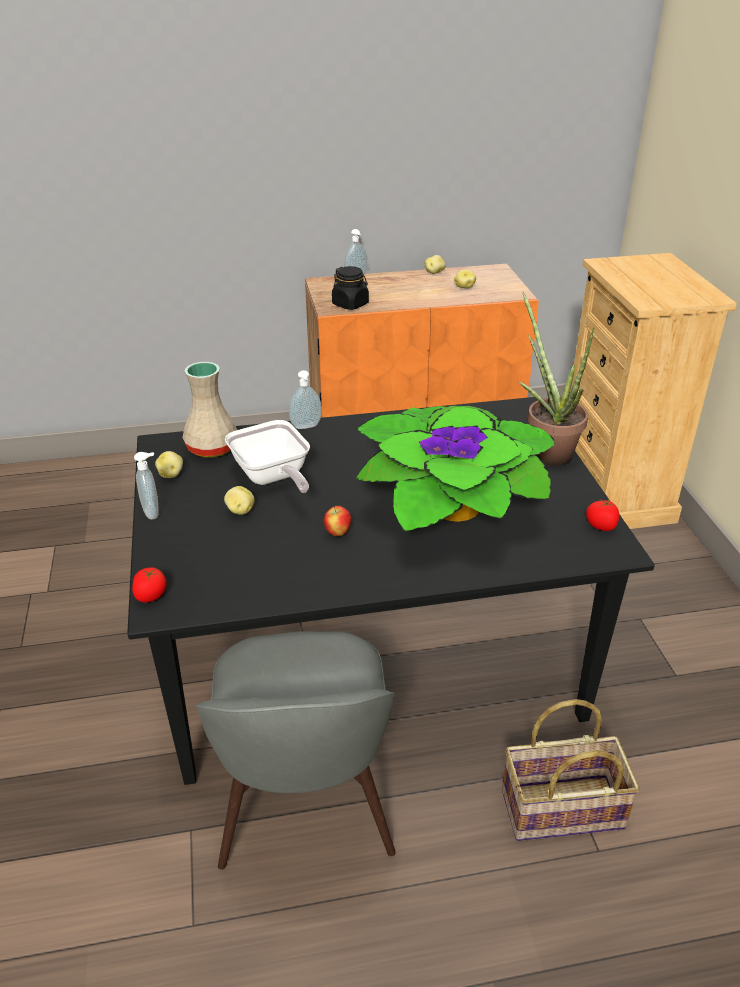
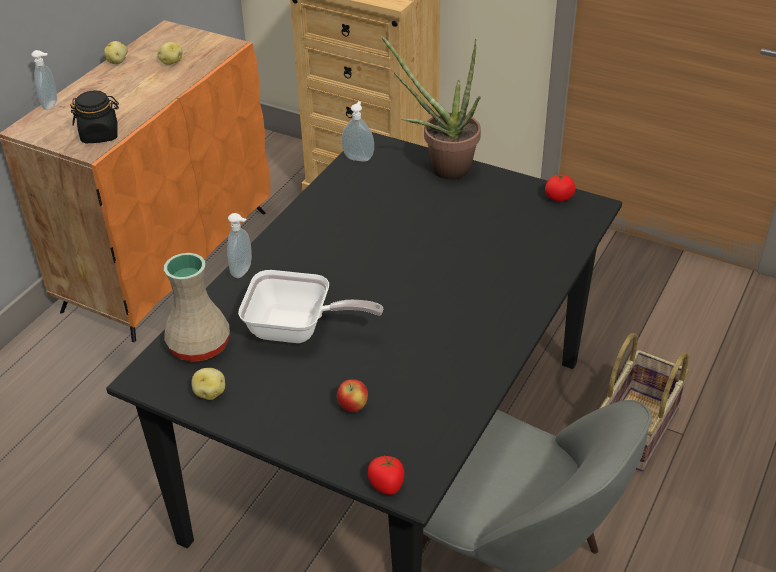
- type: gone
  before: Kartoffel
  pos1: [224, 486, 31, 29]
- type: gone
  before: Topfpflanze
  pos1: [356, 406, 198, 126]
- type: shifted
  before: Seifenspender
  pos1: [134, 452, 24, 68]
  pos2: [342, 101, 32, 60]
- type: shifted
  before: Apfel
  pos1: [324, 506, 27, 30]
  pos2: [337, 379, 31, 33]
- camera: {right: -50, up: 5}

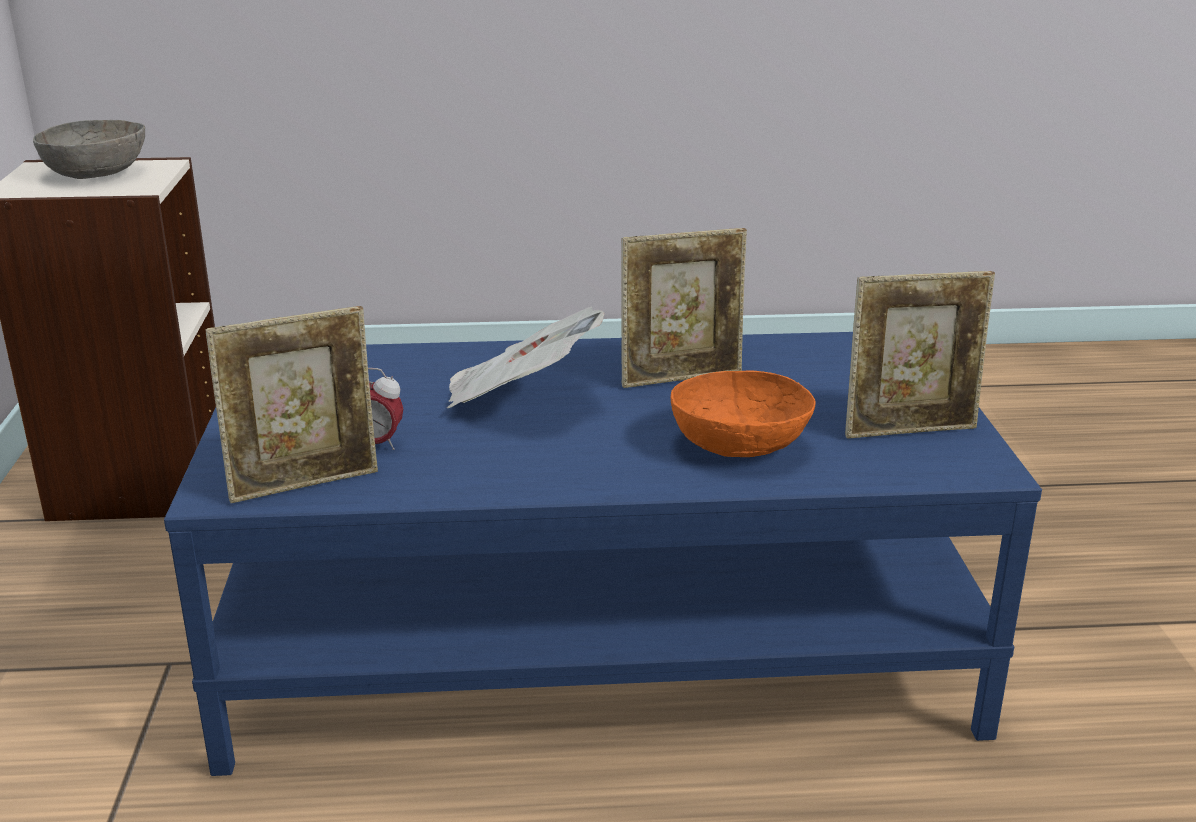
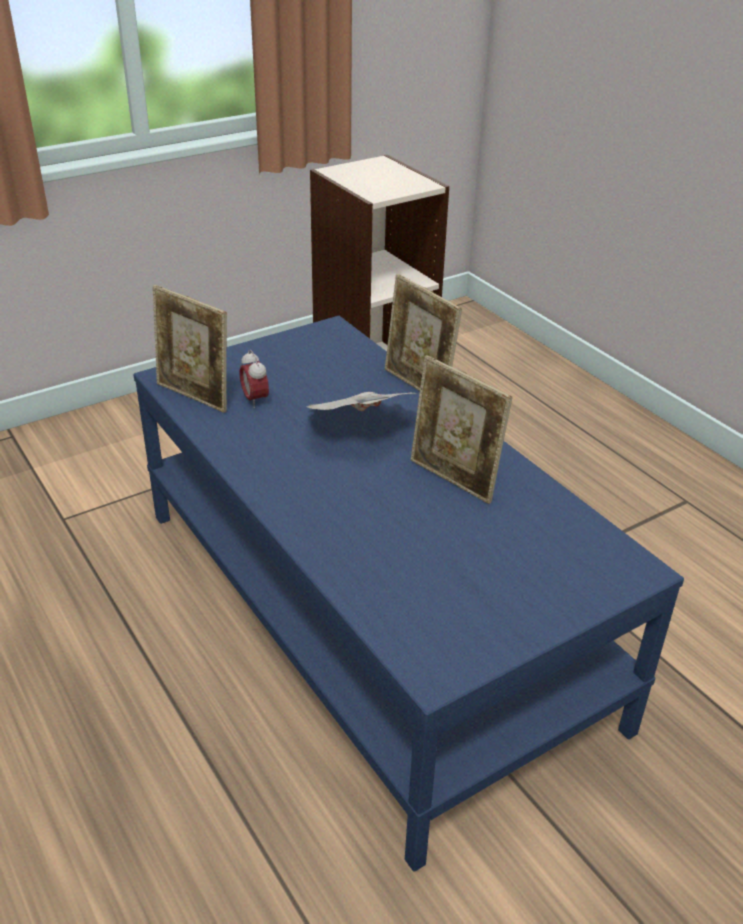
- type: gone
  before: Schüssel [grau]
  pos1: [33, 120, 112, 59]
- type: gone
  before: Schüssel [orange]
  pos1: [671, 370, 144, 87]
- type: shifted
  before: Bilderrahmen
  pos1: [845, 271, 150, 168]
  pos2: [385, 274, 77, 117]
- camera: {right: 60, up: 10}

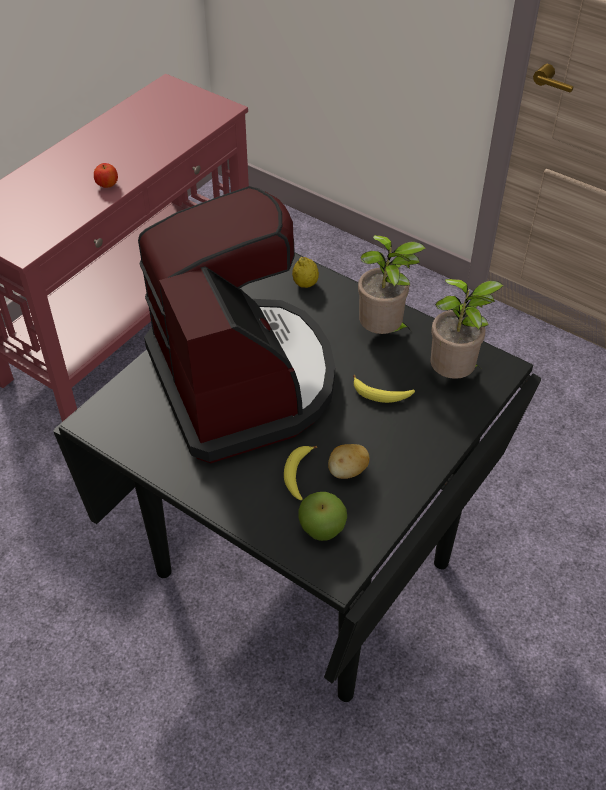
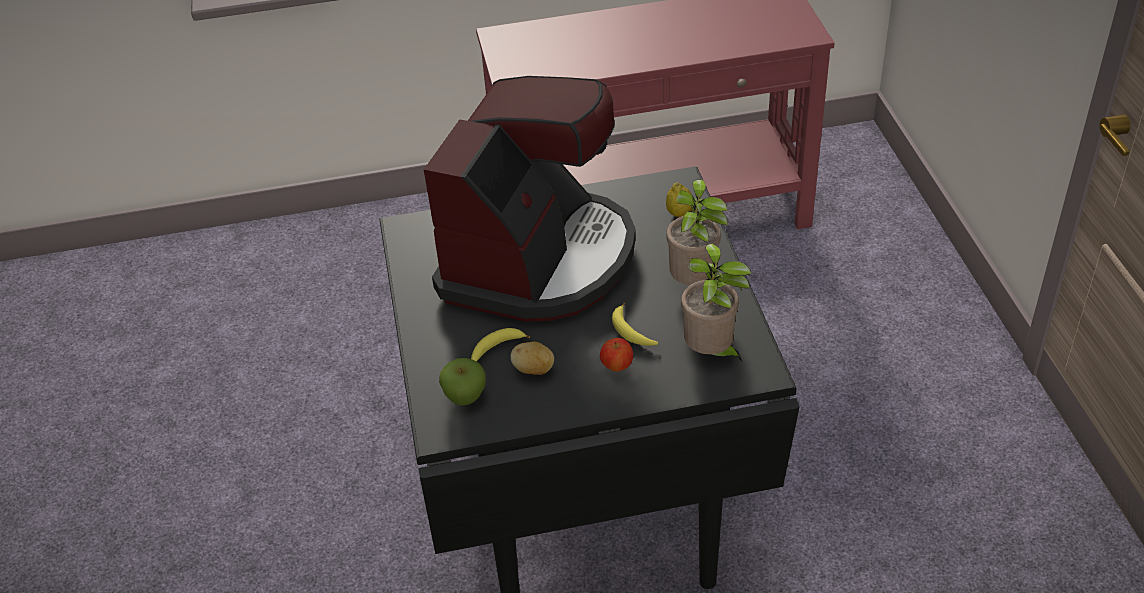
- type: shifted
  before: Apfel
  pos1: [94, 163, 24, 25]
  pos2: [600, 338, 33, 34]
- camera: {right: 45, up: -5}

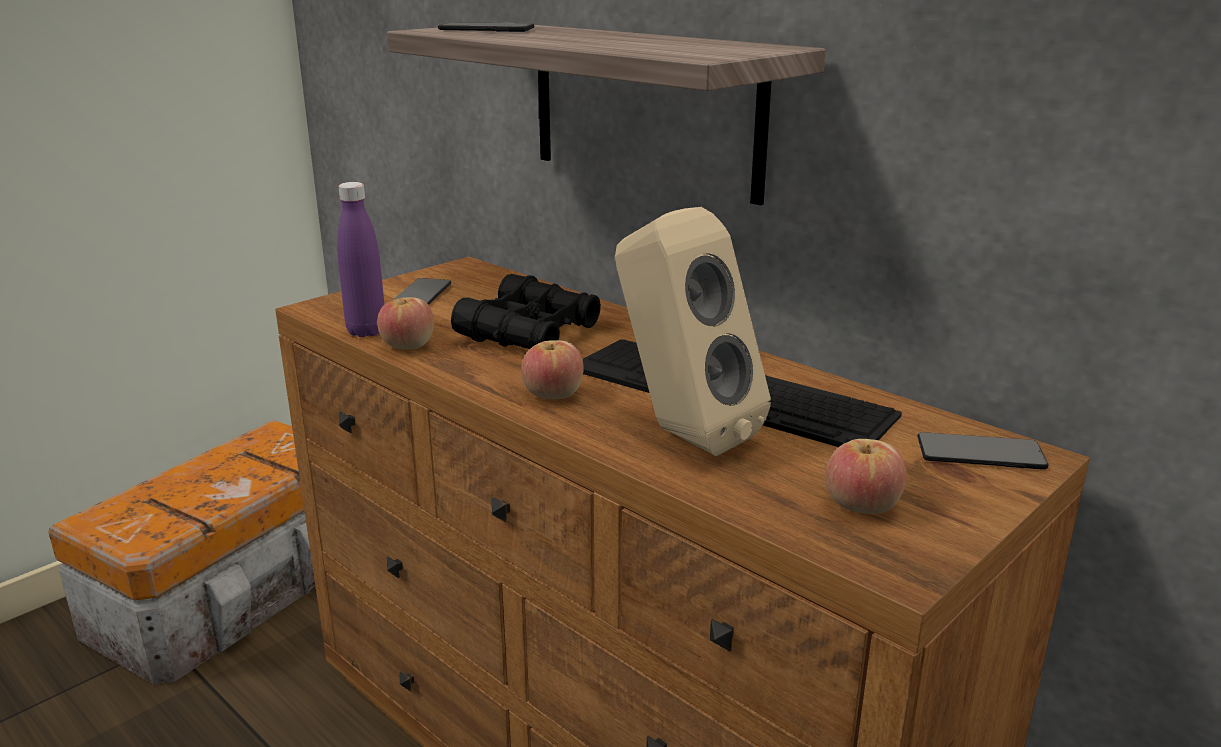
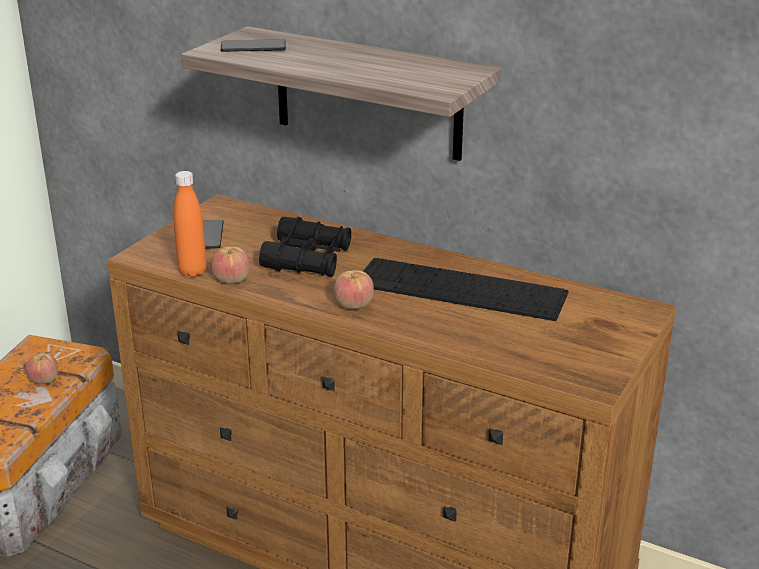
- type: gone
  before: Lautsprecher [beige]
  pos1: [615, 207, 156, 249]
- type: gone
  before: Handy
  pos1: [917, 432, 131, 38]
- type: shifted
  before: Apfel
  pos1: [825, 439, 81, 75]
  pos2: [25, 353, 33, 31]
- type: repainted
  before: Flasche [lila]
  after: Flasche [orange]
  pos1: [337, 182, 48, 155]
  pos2: [173, 171, 34, 106]
- camera: {right: -15, up: 5}

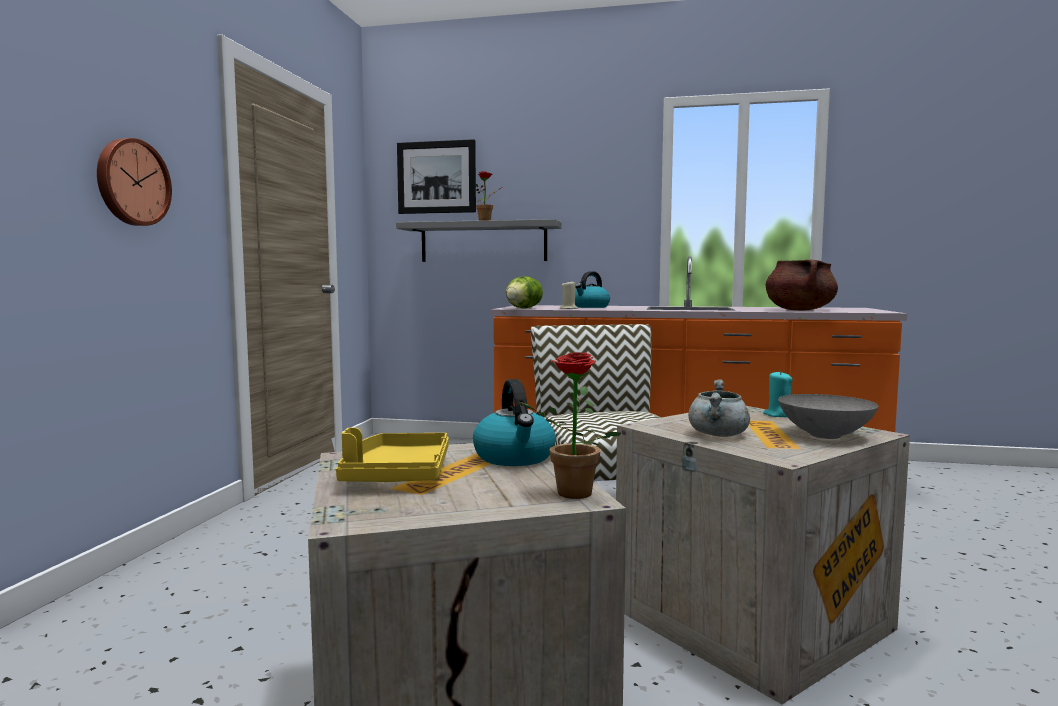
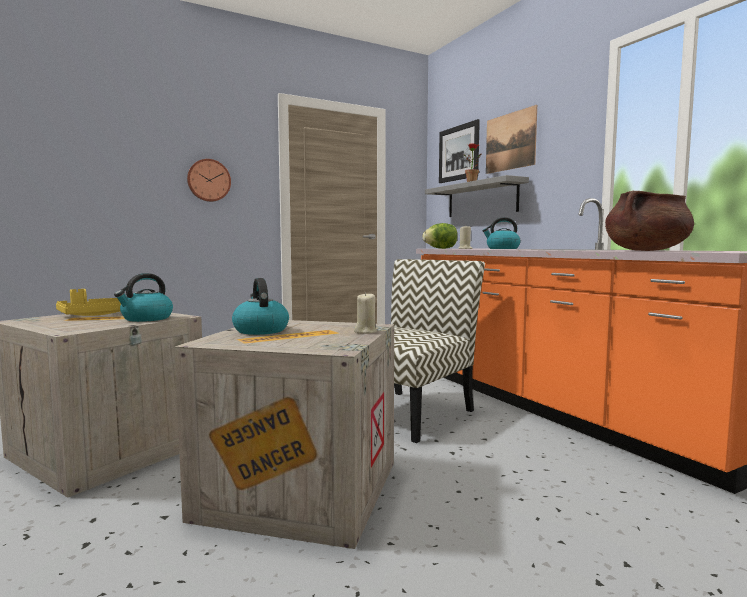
- type: gone
  before: Topfpflanze
  pos1: [518, 352, 103, 147]
- type: gone
  before: Schüssel [grau]
  pos1: [778, 394, 100, 45]
- type: new
  after: Bild
  pos2: [486, 105, 51, 69]
- type: swapped
  before: Kochtopf [grau]
  after: Wasserkessel
  pos1: [688, 379, 62, 58]
  pos2: [232, 278, 57, 57]
- type: repainted
  before: Kerze [türkis]
  after: Kerze [beige]
  pos1: [763, 371, 30, 46]
  pos2: [354, 292, 24, 42]
- camera: {right: 50, up: 0}

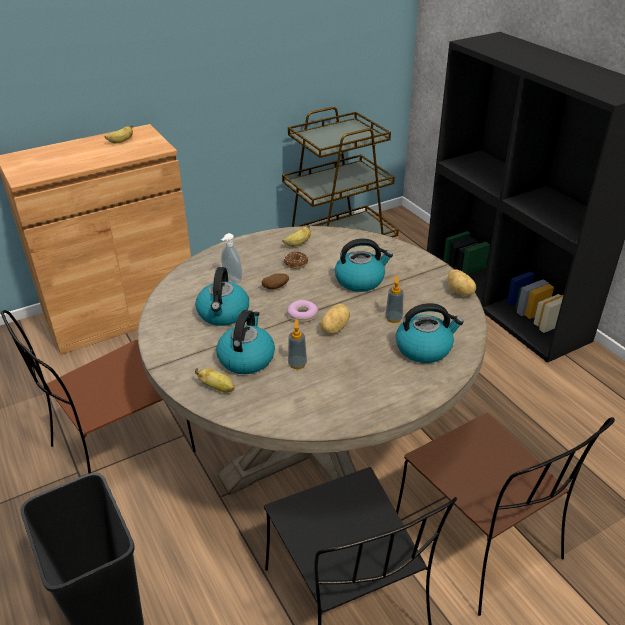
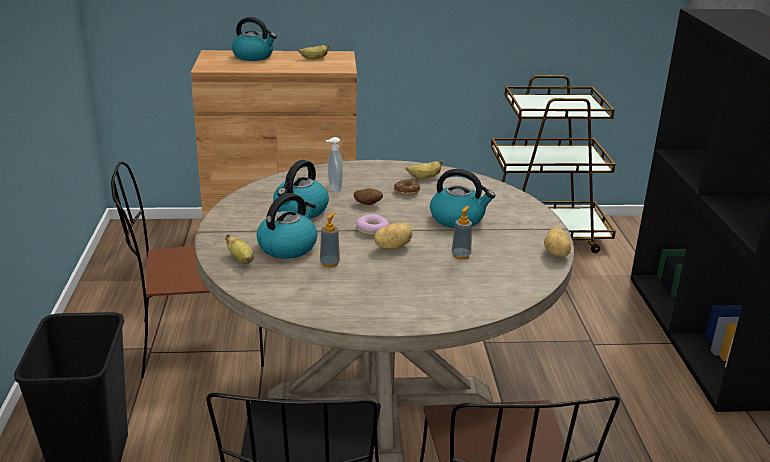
- type: shifted
  before: Wasserkessel
  pos1: [396, 303, 68, 60]
  pos2: [232, 17, 45, 44]
- camera: {right: 25, up: -10}

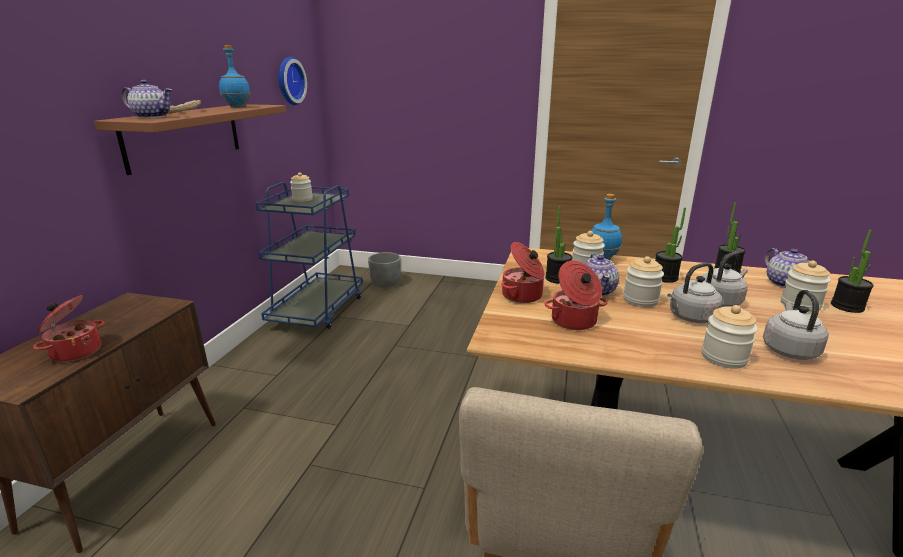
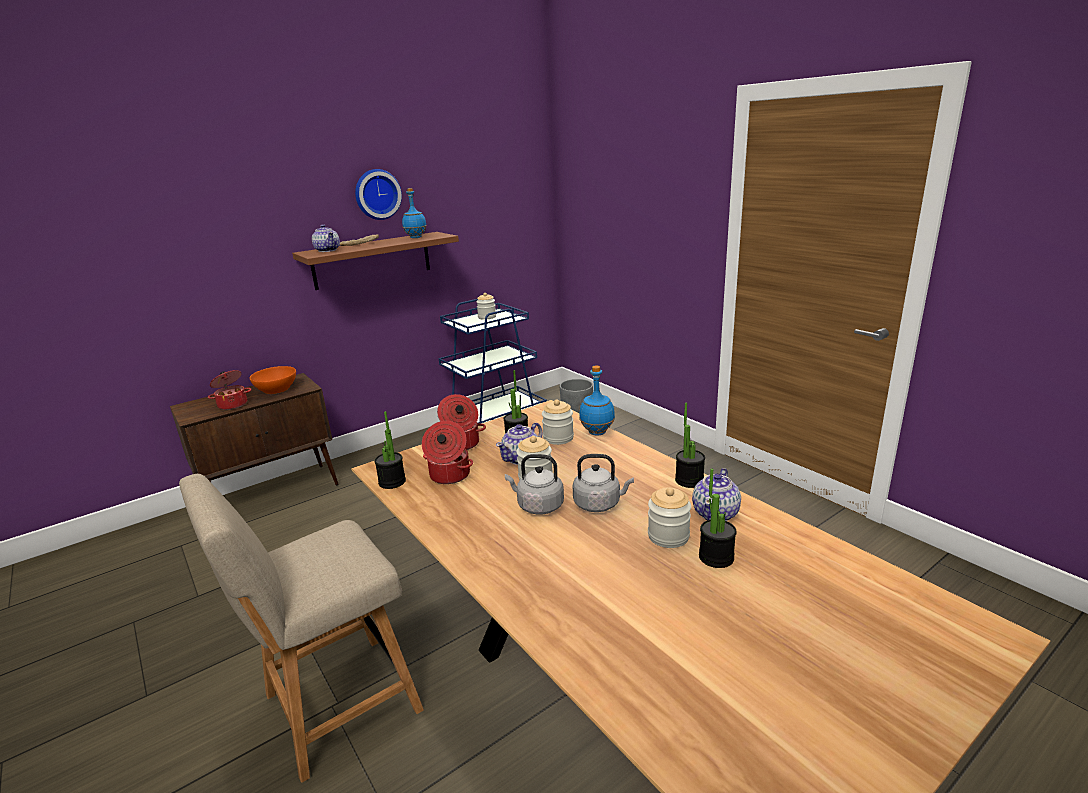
- type: gone
  before: Vorratsglas
  pos1: [702, 305, 56, 64]
- type: gone
  before: Wasserkessel [grau]
  pos1: [763, 290, 66, 70]
- type: new
  after: Schüssel [orange]
  pos2: [250, 366, 46, 28]
- type: shifted
  before: Wanduhr
  pos1: [278, 57, 29, 48]
  pos2: [355, 169, 47, 51]
- type: shifted
  before: Topfpflanze
  pos1: [655, 208, 31, 75]
  pos2: [375, 411, 31, 78]
- camera: {right: 40, up: 0}

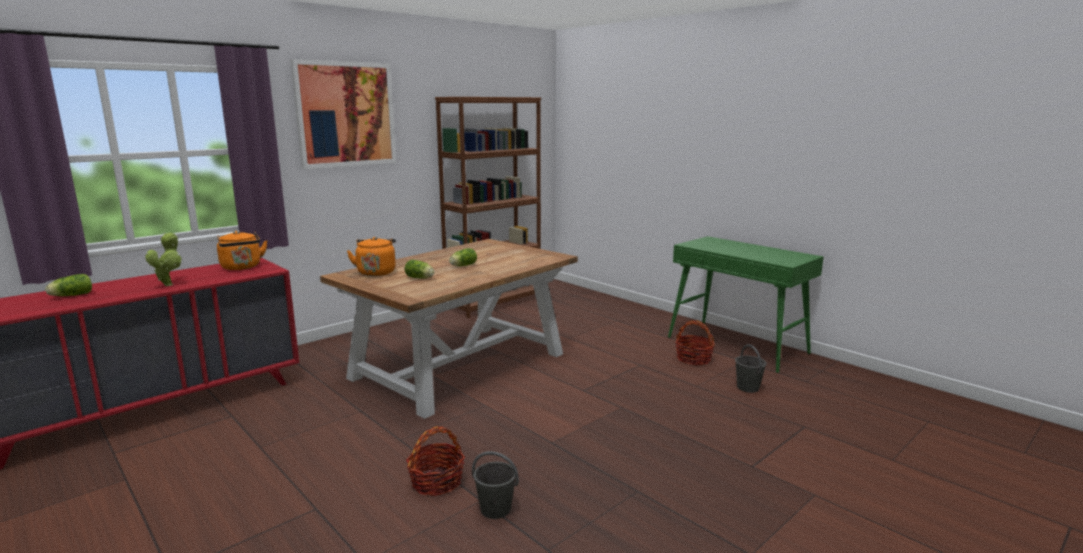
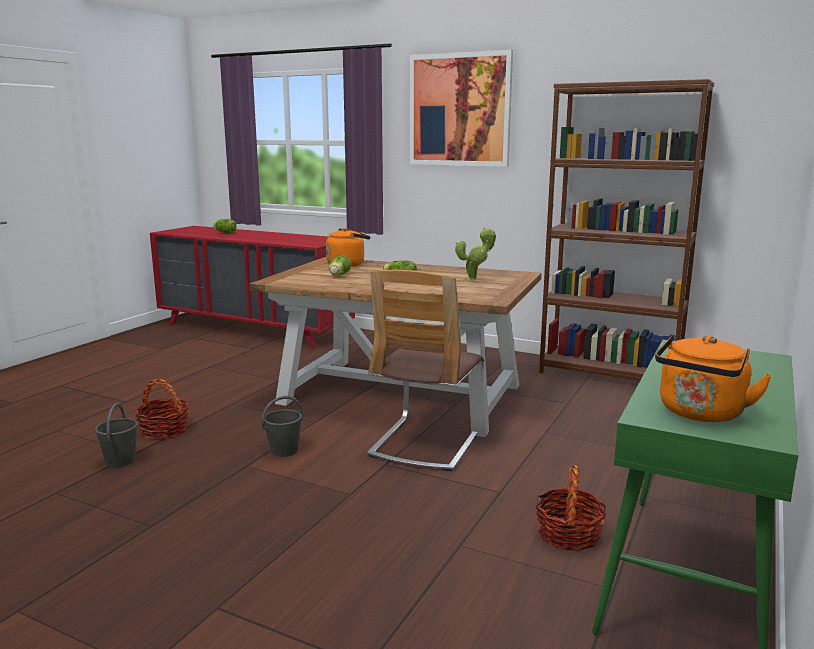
- type: new
  after: Stuhl
  pos2: [367, 270, 117, 201]
- type: shifted
  before: Topfpflanze
  pos1: [145, 232, 37, 54]
  pos2: [455, 228, 41, 52]
- type: shifted
  before: Wasserkessel [orange]
  pos1: [217, 231, 50, 39]
  pos2: [655, 335, 117, 87]
- type: shifted
  before: Eimer [grau]
  pos1: [735, 344, 32, 49]
  pos2: [262, 396, 41, 61]
- camera: {right: 70, up: 0}

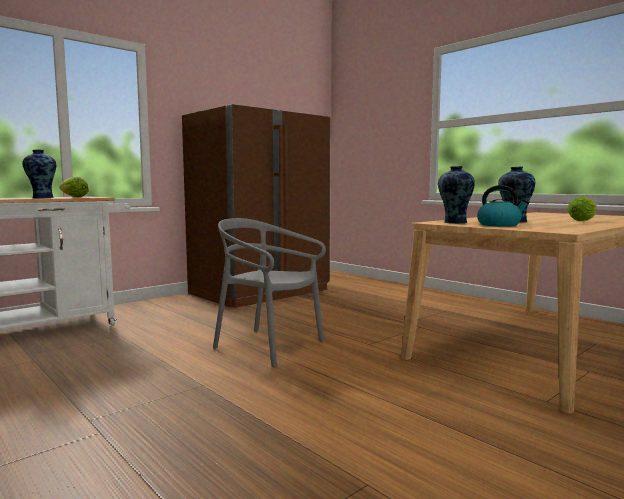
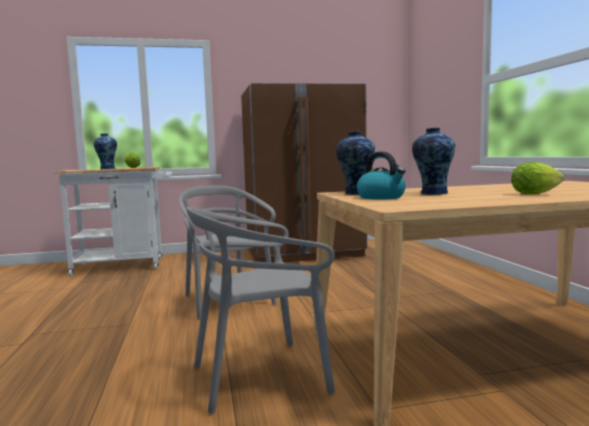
- type: new
  after: Stuhl [grau]
  pos2: [186, 207, 149, 207]
- camera: {right: 30, up: 0}

